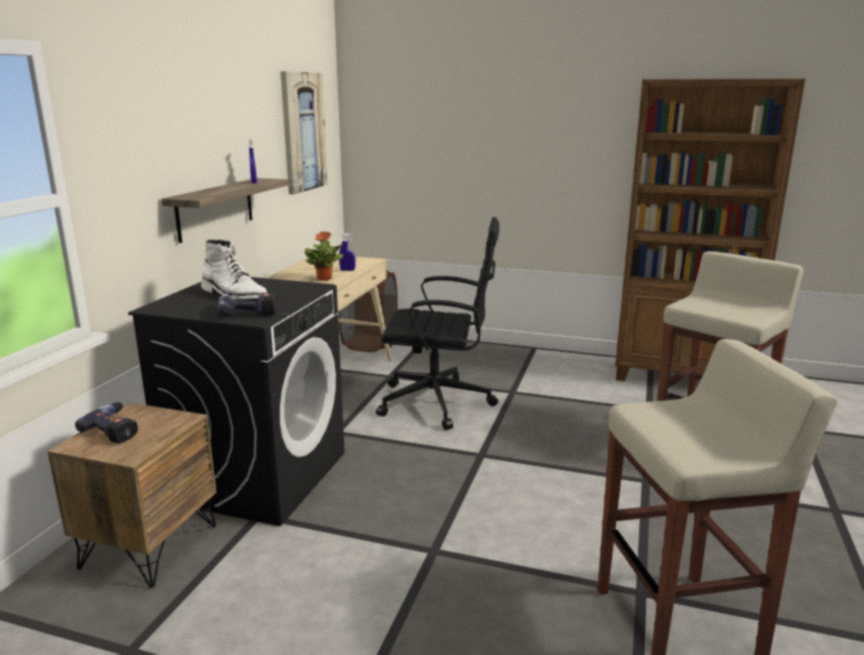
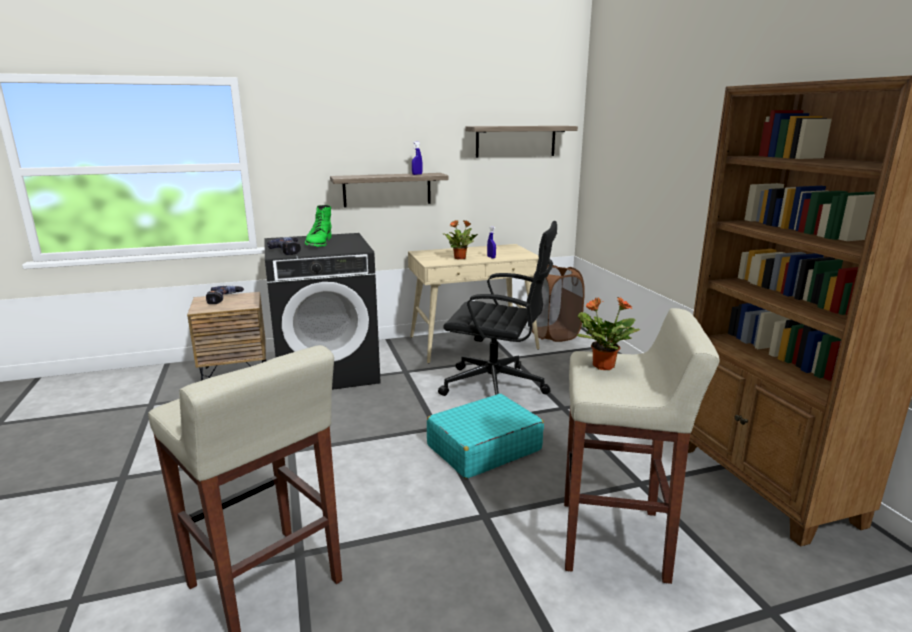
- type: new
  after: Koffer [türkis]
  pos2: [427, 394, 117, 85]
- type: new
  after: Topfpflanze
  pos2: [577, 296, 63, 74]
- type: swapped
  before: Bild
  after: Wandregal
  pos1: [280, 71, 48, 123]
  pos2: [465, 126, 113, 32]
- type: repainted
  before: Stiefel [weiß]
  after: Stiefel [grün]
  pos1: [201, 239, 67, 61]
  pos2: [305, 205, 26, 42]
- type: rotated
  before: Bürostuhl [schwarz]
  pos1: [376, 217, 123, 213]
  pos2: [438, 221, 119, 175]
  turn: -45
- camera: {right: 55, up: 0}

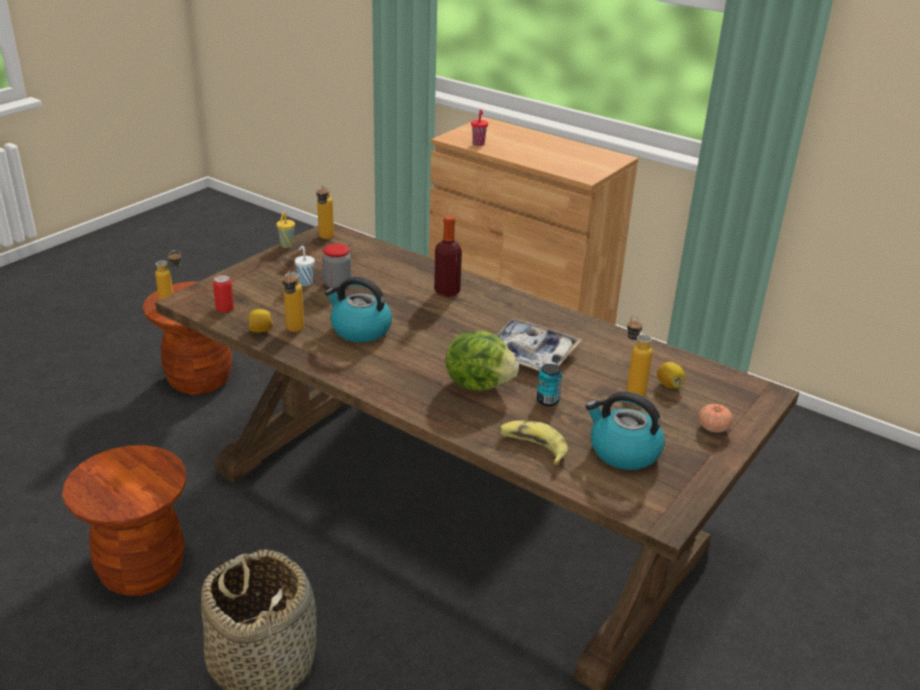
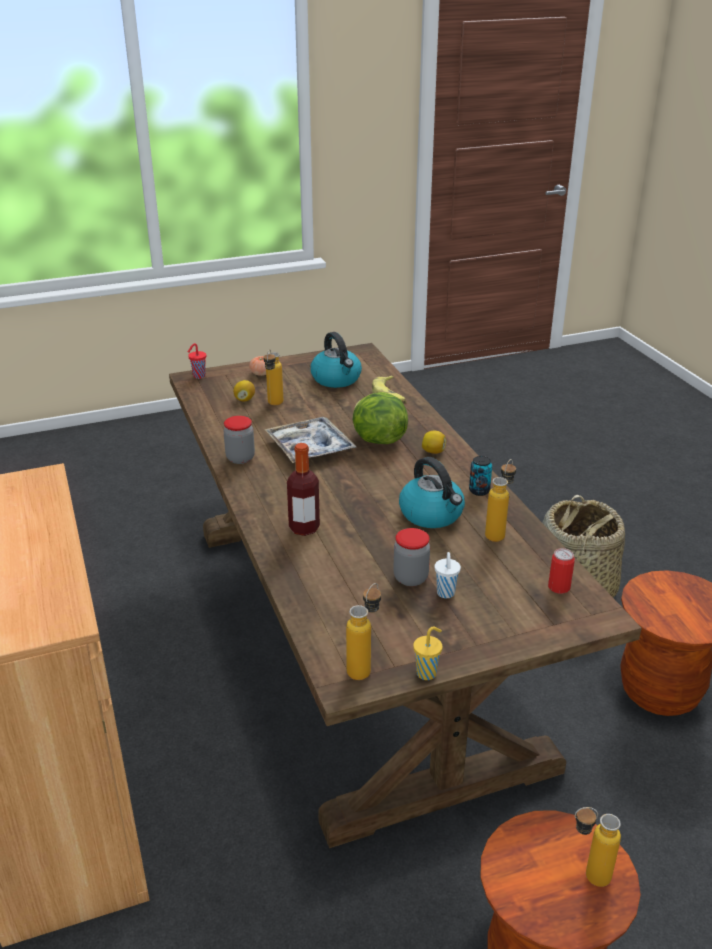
- type: new
  after: Vorratsglas
  pos2: [224, 416, 31, 48]
- type: shifted
  before: Zitrone
  pos1: [248, 309, 25, 24]
  pos2: [422, 431, 24, 23]
- type: shifted
  before: Tasse [rot]
  pos1: [471, 109, 17, 37]
  pos2: [188, 343, 18, 36]
- type: shifted
  before: Dose
  pos1: [537, 364, 25, 42]
  pos2: [469, 456, 23, 40]
- camera: {right: -145, up: 0}

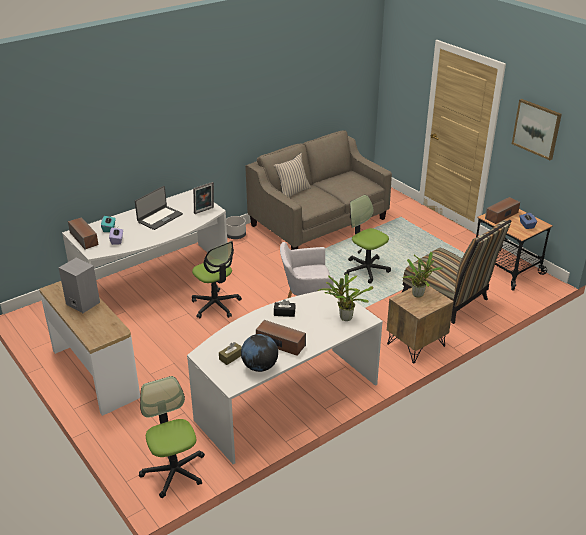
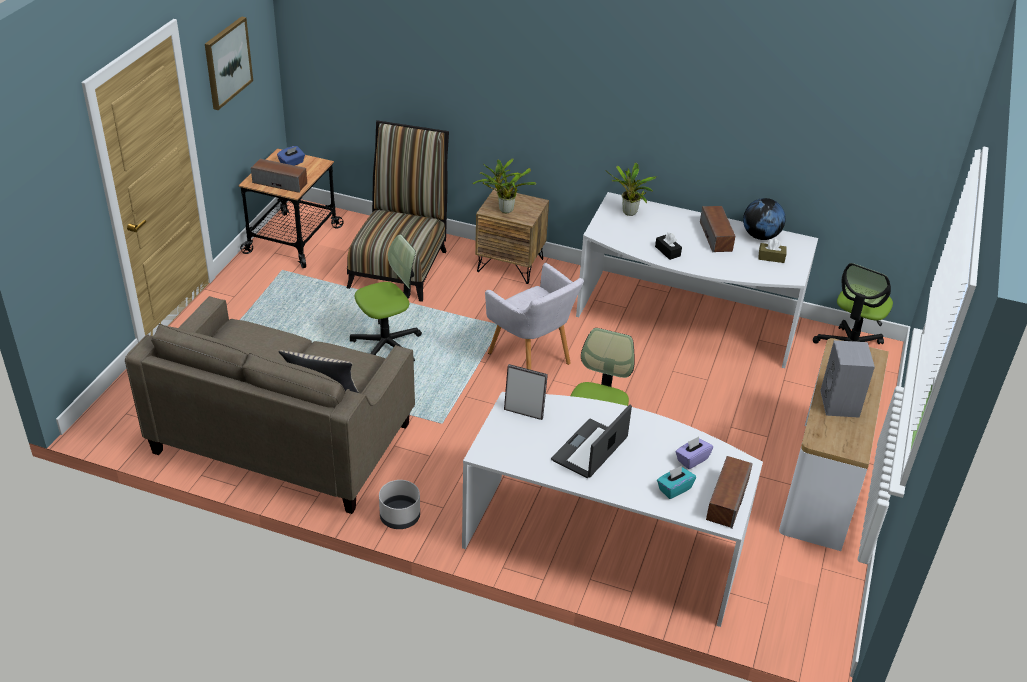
- type: rotated
  before: Laptop
  pos1: [135, 186, 48, 44]
  pos2: [551, 405, 81, 73]
  turn: -60
- type: rotated
  before: Bürostuhl
  pos1: [344, 195, 47, 88]
  pos2: [350, 234, 72, 127]
  turn: -135
- camera: {right: -125, up: 5}

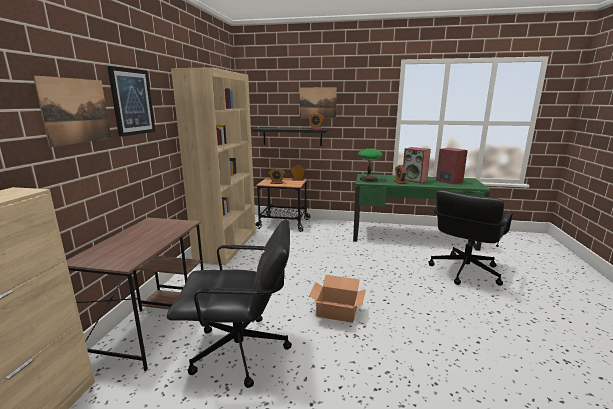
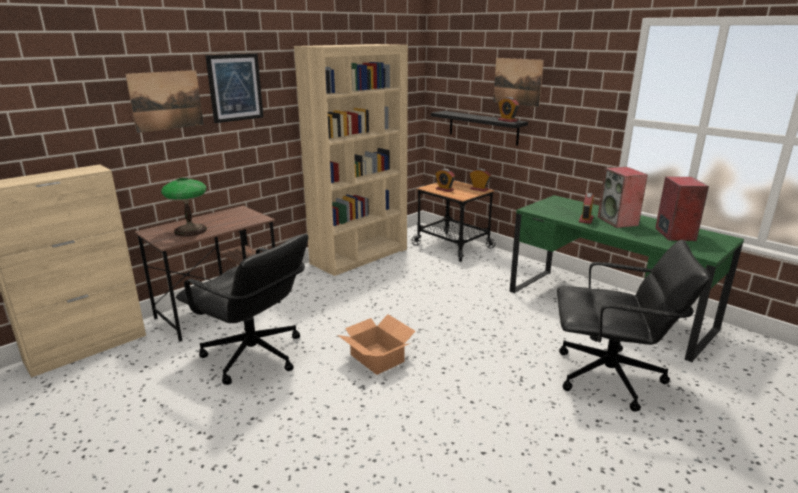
- type: shifted
  before: Tischlampe
  pos1: [358, 148, 25, 34]
  pos2: [161, 178, 46, 59]
- type: rotated
  before: Bürostuhl [schwarz]
  pos1: [429, 190, 84, 96]
  pos2: [557, 240, 154, 172]
  turn: -150
- camera: {right: 35, up: 5}

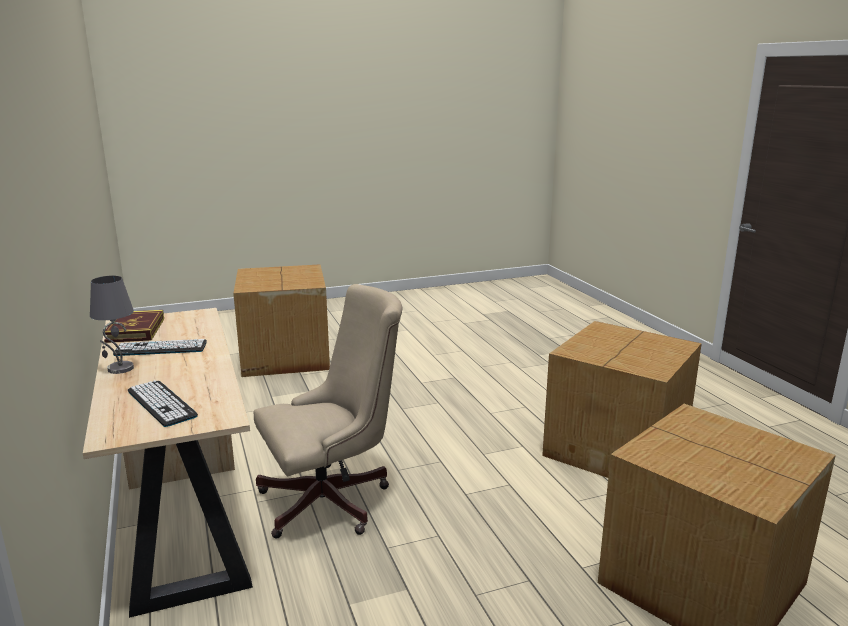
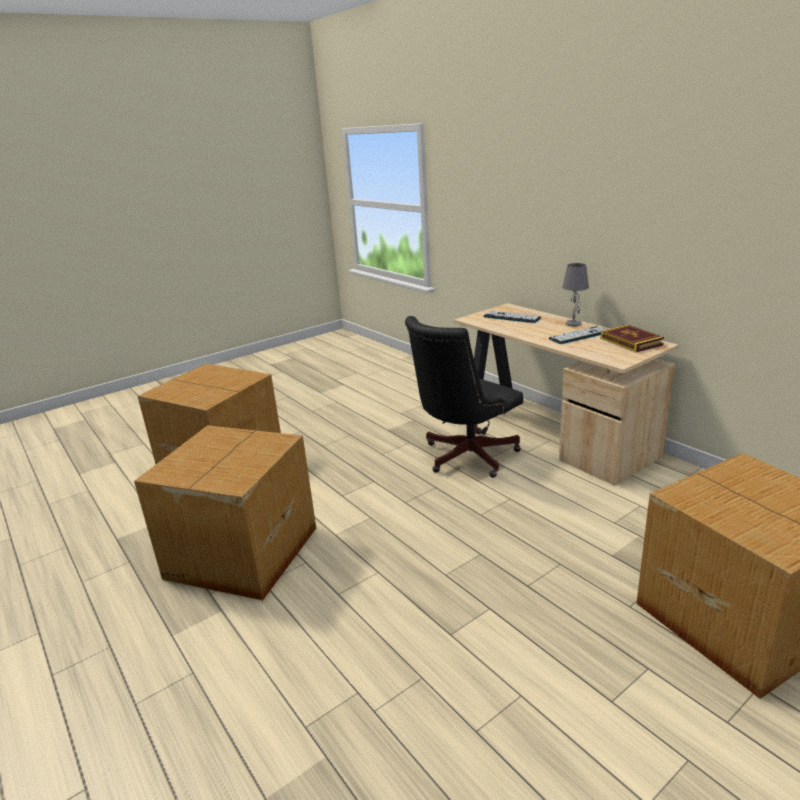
- type: repainted
  before: Bürostuhl [beige]
  after: Bürostuhl [schwarz]
  pos1: [254, 284, 148, 254]
  pos2: [405, 316, 118, 162]
- camera: {right: 165, up: 5}

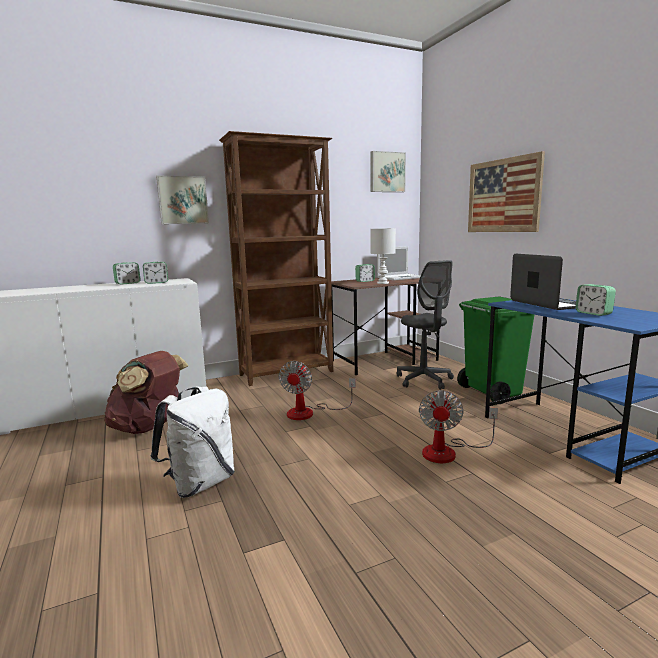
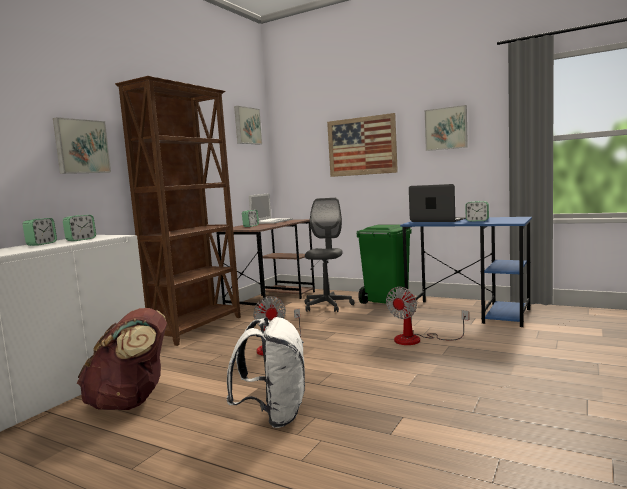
- type: gone
  before: Tischlampe [weiß]
  pos1: [370, 228, 26, 56]
- type: new
  after: Bild
  pos2: [425, 105, 43, 46]
- type: rotated
  before: Bürostuhl [grau]
  pos1: [397, 260, 57, 130]
  pos2: [305, 198, 50, 114]
  turn: -105
- type: rotated
  before: Ventilator
  pos1: [419, 390, 79, 73]
  pos2: [386, 286, 83, 59]
  turn: 60
- camera: {right: -35, up: -5}

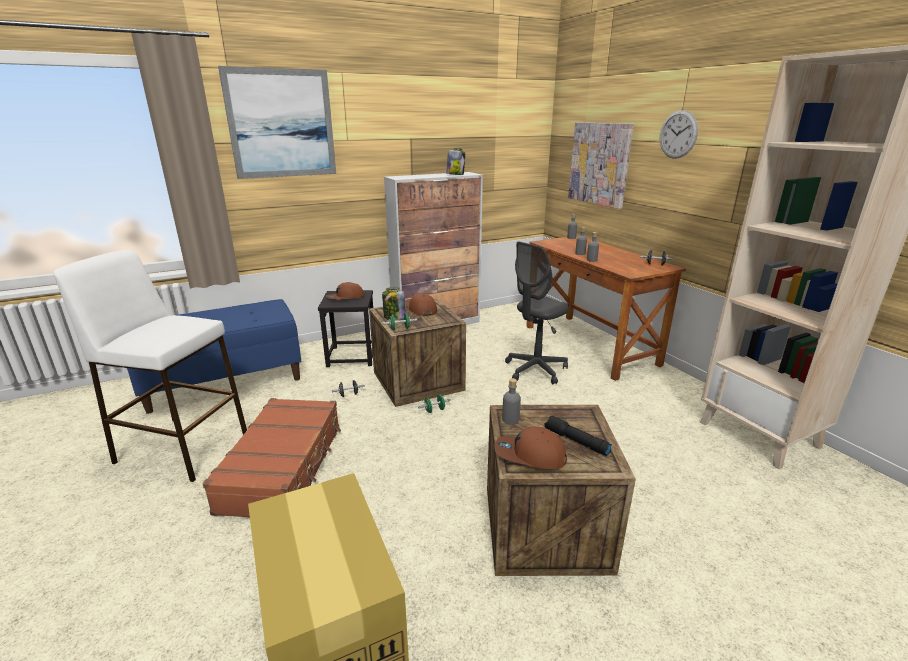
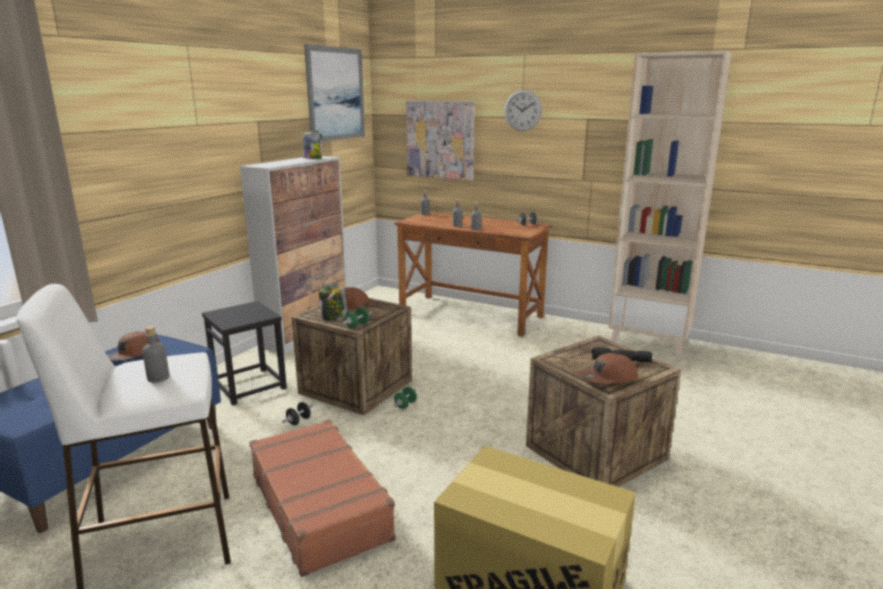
- type: gone
  before: Bürostuhl [grau]
  pos1: [505, 242, 64, 142]
- type: shifted
  before: Bild
  pos1: [218, 66, 118, 113]
  pos2: [304, 44, 61, 98]
- type: shifted
  before: Kappe [braun]
  pos1: [326, 282, 39, 17]
  pos2: [107, 331, 53, 29]
- type: shifted
  before: Flasche [grau]
  pos1: [502, 378, 19, 47]
  pos2: [142, 326, 27, 57]
- camera: {right: -35, up: -5}

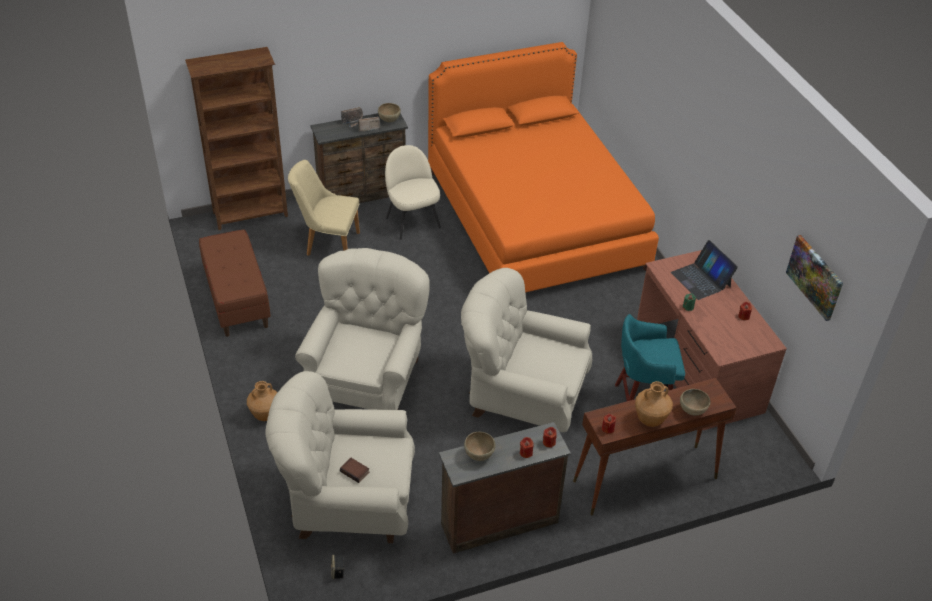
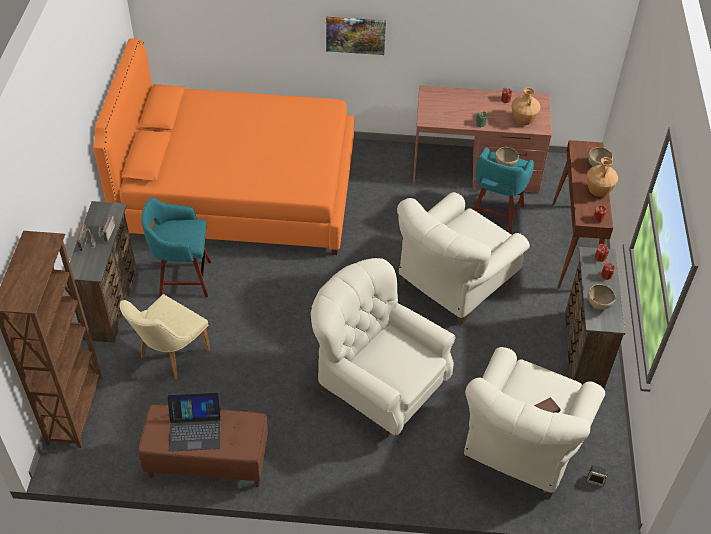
- type: shifted
  before: Vase [braun]
  pos1: [247, 381, 30, 40]
  pos2: [512, 87, 29, 38]
- type: shifted
  before: Schüssel [braun]
  pos1: [378, 103, 23, 19]
  pos2: [495, 147, 24, 20]
- type: shifted
  before: Laptop
  pos1: [671, 240, 67, 60]
  pos2: [167, 392, 54, 60]
- type: shifted
  before: Bild
  pos1: [786, 235, 57, 86]
  pos2: [326, 17, 60, 38]
- type: swapped
  before: Stuhl [beige]
  after: Hocker [türkis]
  pos1: [385, 145, 56, 95]
  pos2: [142, 197, 69, 100]
- camera: {right: -65, up: 5}

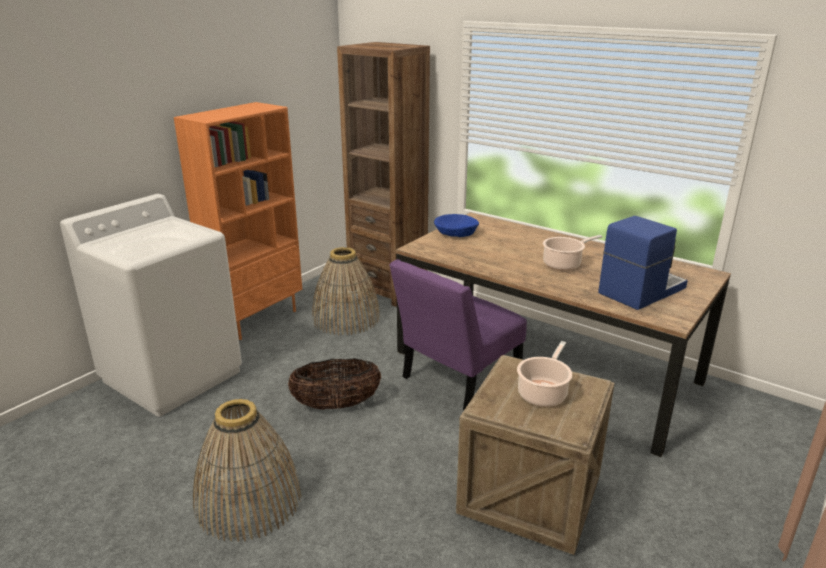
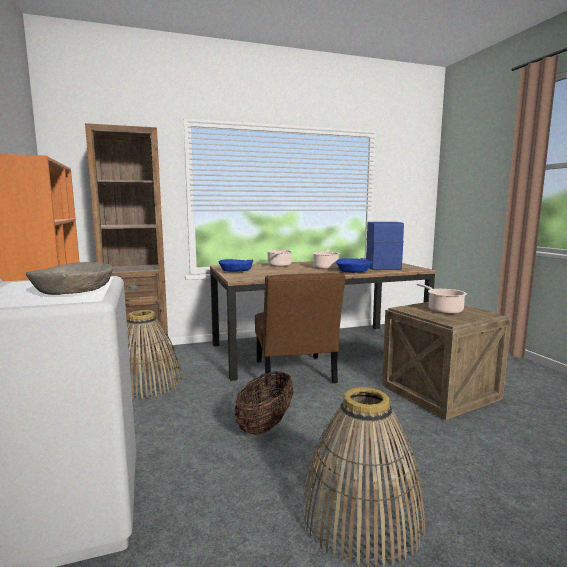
- type: new
  after: Schüssel [beige]
  pos2: [26, 262, 87, 33]
- type: new
  after: Kochtopf
  pos2: [266, 250, 27, 17]
- type: new
  after: Schüssel [blau]
  pos2: [336, 258, 36, 15]
- type: repainted
  before: Stuhl [lila]
  after: Stuhl [braun]
  pos1: [389, 259, 138, 151]
  pos2: [255, 273, 91, 113]
- camera: {right: -55, up: -15}

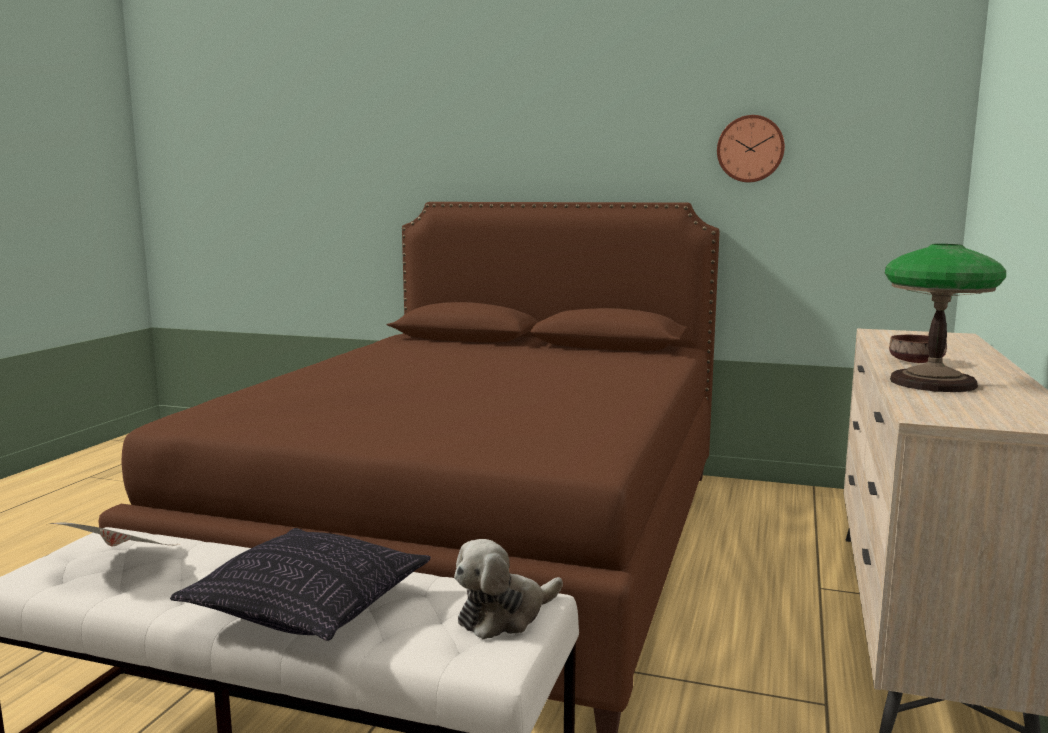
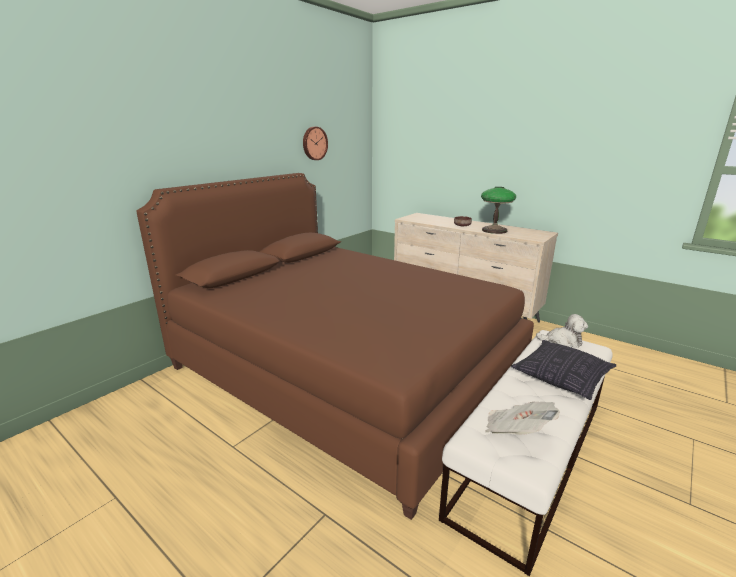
- type: rotated
  before: Plüschtier
  pos1: [454, 539, 109, 100]
  pos2: [536, 314, 52, 34]
  turn: -60
- camera: {right: -70, up: 10}

